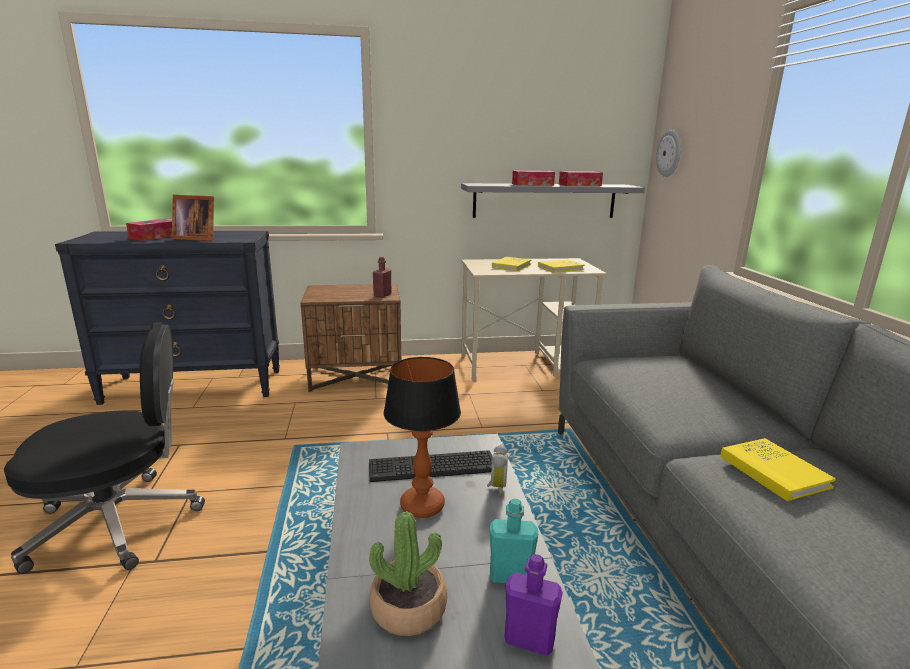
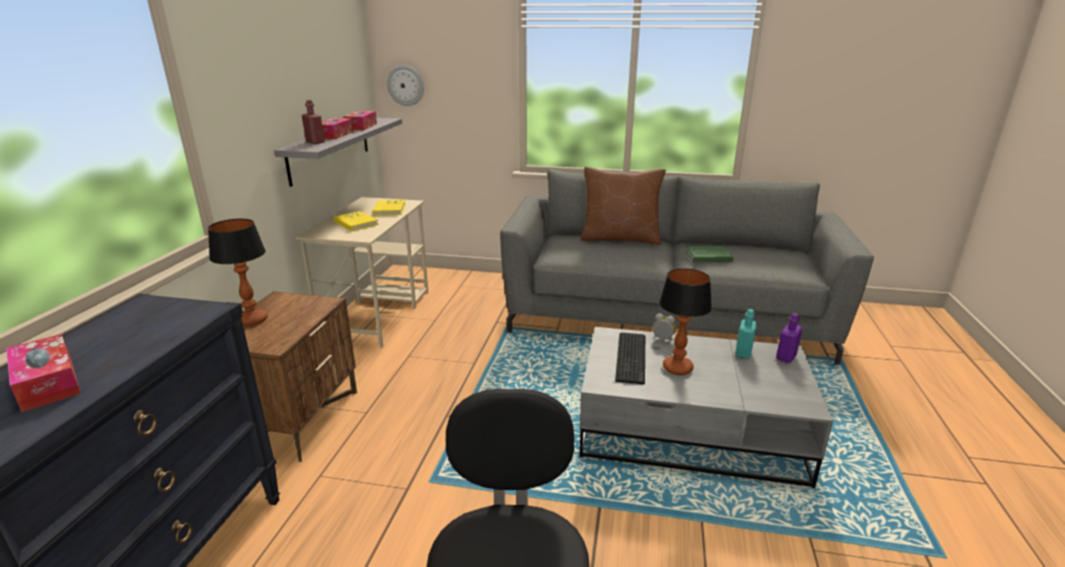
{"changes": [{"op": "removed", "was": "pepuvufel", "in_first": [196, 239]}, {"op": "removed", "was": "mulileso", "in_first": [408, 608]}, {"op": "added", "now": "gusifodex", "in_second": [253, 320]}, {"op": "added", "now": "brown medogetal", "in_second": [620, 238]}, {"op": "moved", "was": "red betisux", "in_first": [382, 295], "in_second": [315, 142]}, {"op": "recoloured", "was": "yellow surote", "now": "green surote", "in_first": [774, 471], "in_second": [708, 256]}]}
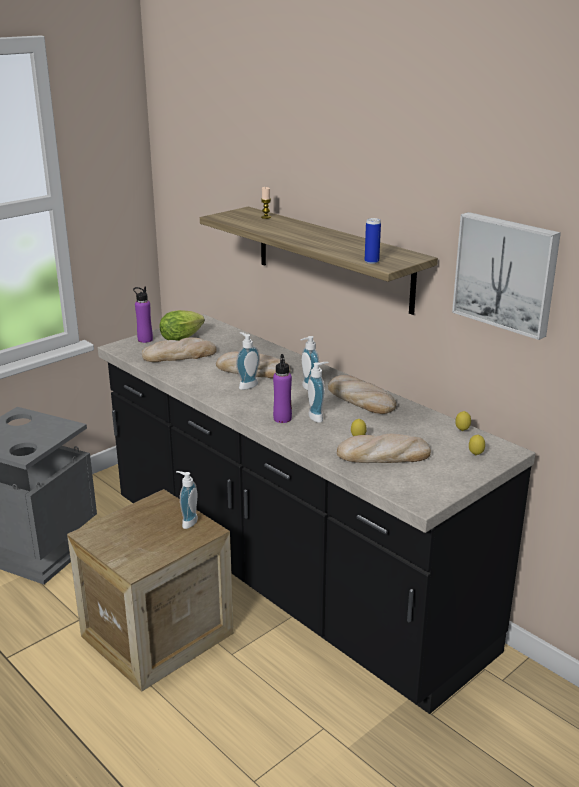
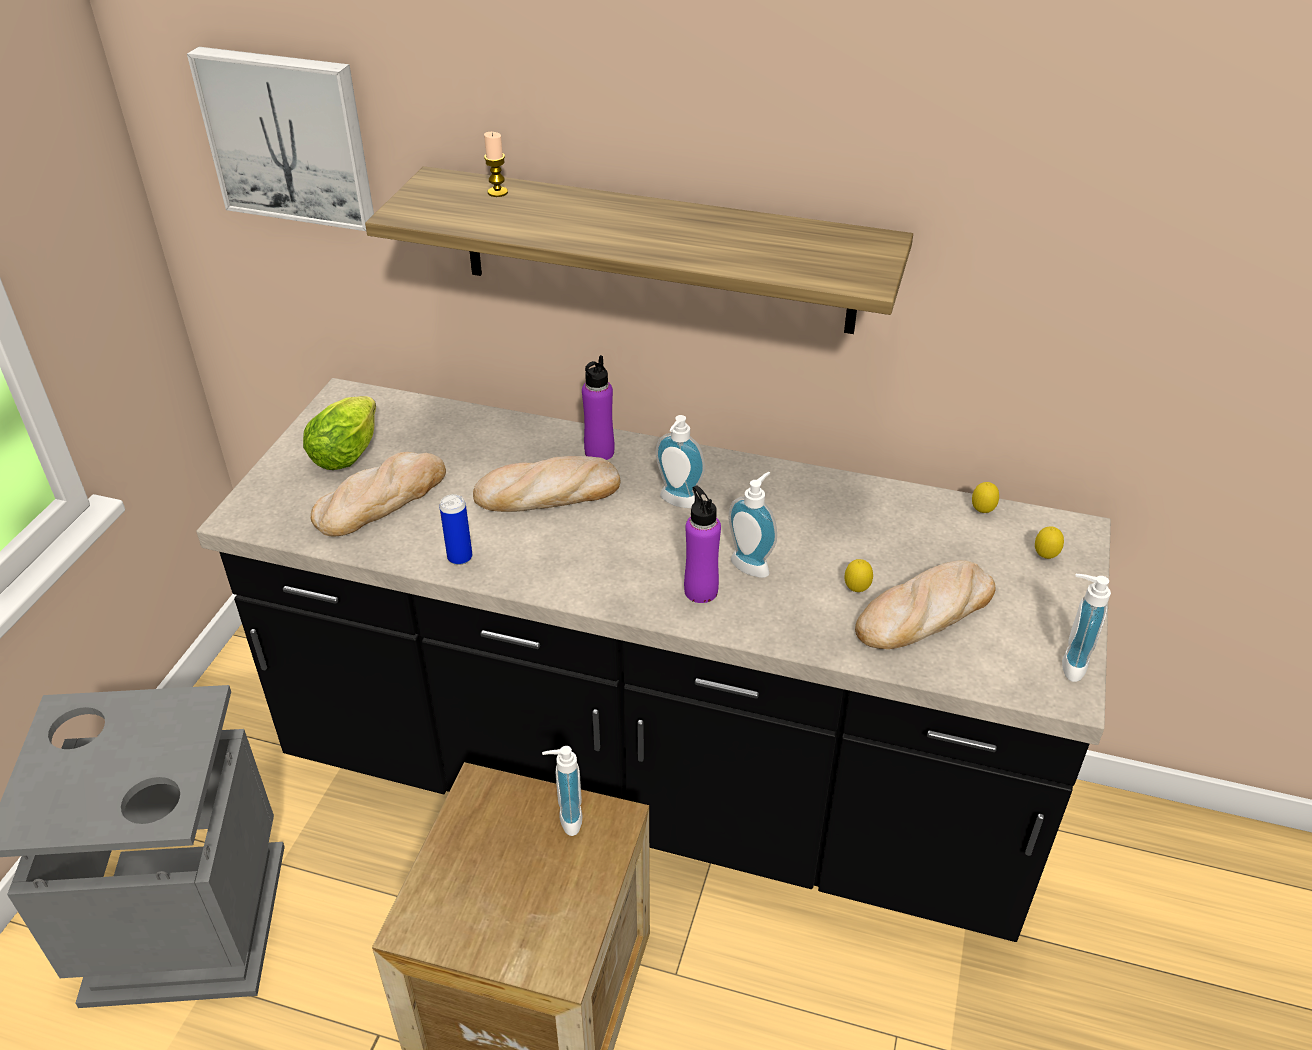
{"changes": [{"op": "removed", "was": "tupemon", "in_first": [360, 399]}, {"op": "moved", "was": "purple betisux", "in_first": [145, 339], "in_second": [599, 452]}, {"op": "moved", "was": "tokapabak", "in_first": [246, 385], "in_second": [1068, 663]}, {"op": "moved", "was": "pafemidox", "in_first": [371, 262], "in_second": [460, 557]}, {"op": "moved", "was": "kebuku", "in_first": [506, 273], "in_second": [289, 137]}]}
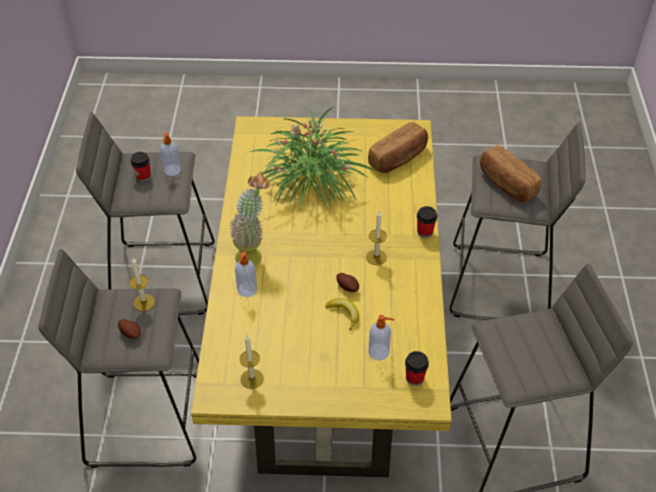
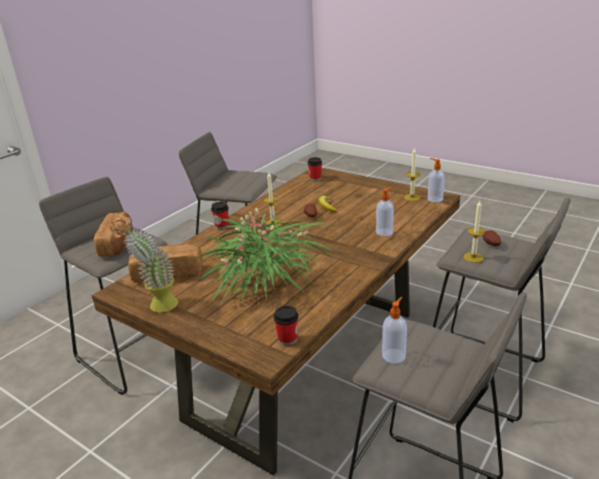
{"changes": [{"op": "moved", "was": "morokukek", "in_first": [143, 176], "in_second": [287, 339]}, {"op": "moved", "was": "mulileso", "in_first": [253, 253], "in_second": [156, 306]}, {"op": "moved", "was": "tokapabak", "in_first": [379, 352], "in_second": [434, 199]}, {"op": "recoloured", "was": "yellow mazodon", "now": "brown mazodon", "in_first": [327, 348], "in_second": [306, 365]}]}
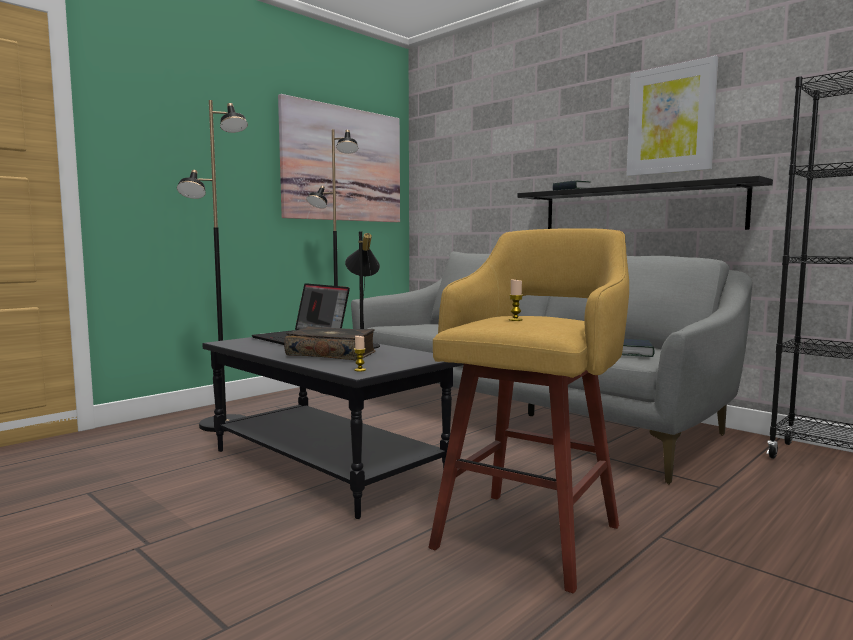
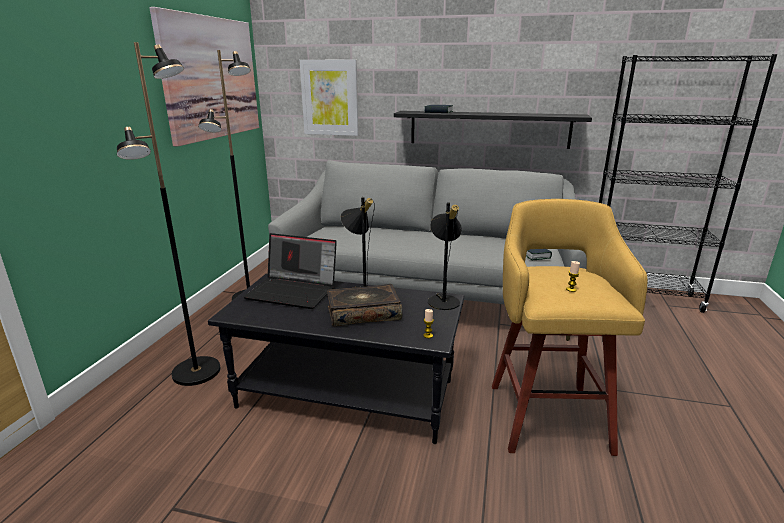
{"changes": [{"op": "added", "now": "black gusifodex", "in_second": [443, 299]}, {"op": "moved", "was": "kebuku", "in_first": [670, 120], "in_second": [330, 98]}]}
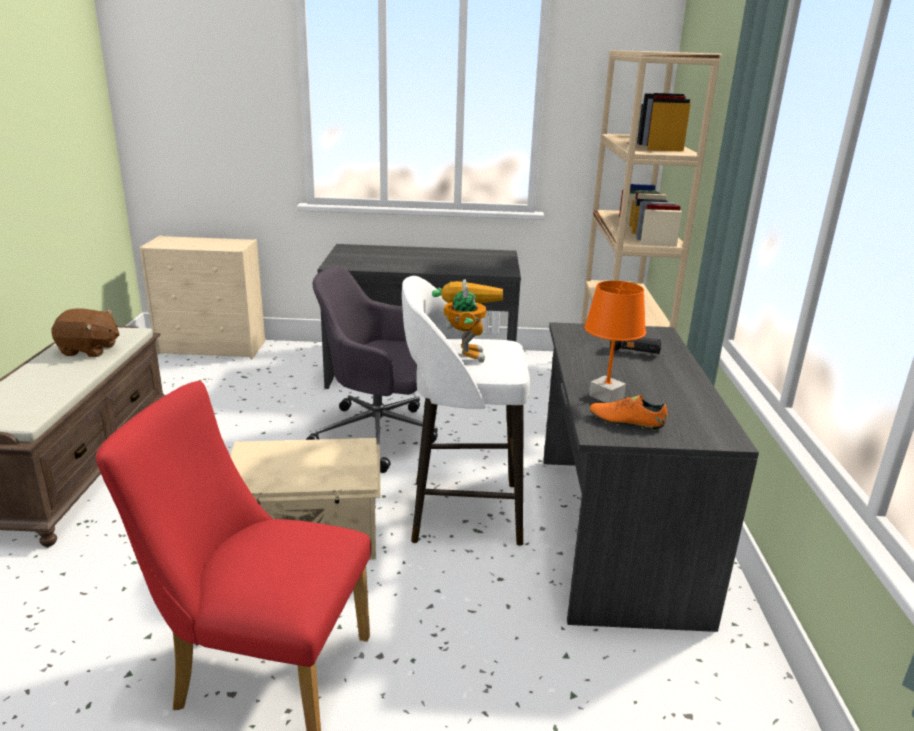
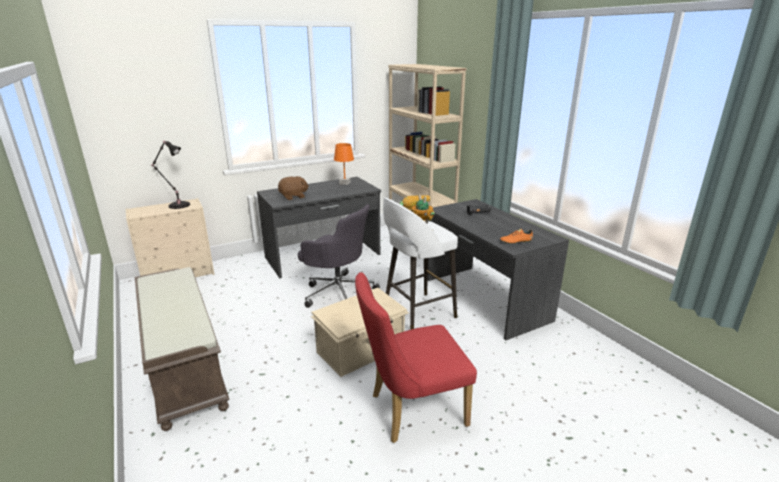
{"changes": [{"op": "added", "now": "black gusifodex", "in_second": [178, 205]}, {"op": "moved", "was": "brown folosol", "in_first": [89, 350], "in_second": [293, 197]}, {"op": "moved", "was": "orange gusifodex", "in_first": [607, 396], "in_second": [345, 183]}, {"op": "turned", "was": "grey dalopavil", "in_first": [379, 435], "in_second": [338, 292], "clockwise": -135}]}
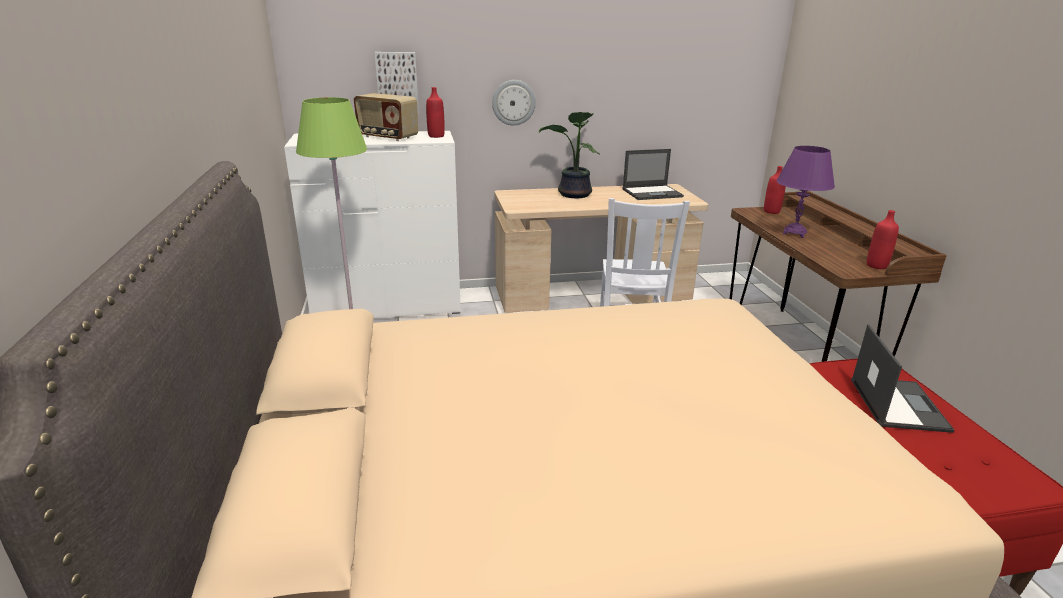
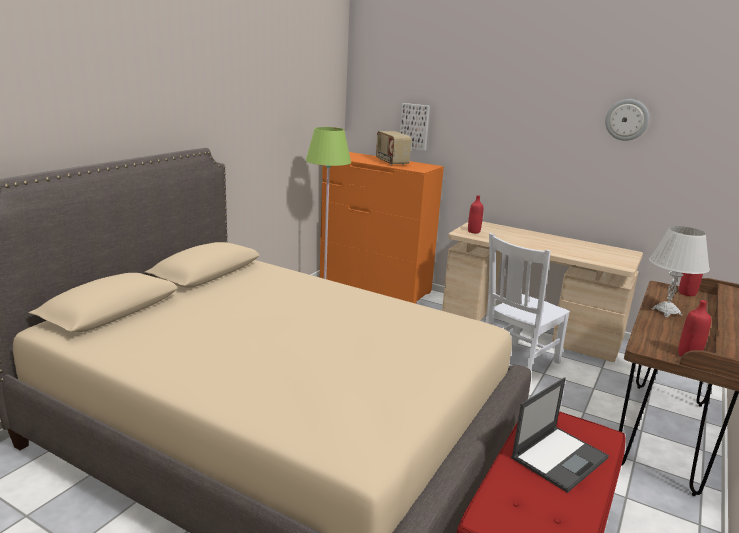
{"changes": [{"op": "removed", "was": "mulileso", "in_first": [573, 195]}, {"op": "removed", "was": "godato", "in_first": [652, 193]}, {"op": "moved", "was": "red betisux", "in_first": [436, 136], "in_second": [474, 231]}, {"op": "moved", "was": "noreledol", "in_first": [513, 102], "in_second": [627, 119]}, {"op": "recoloured", "was": "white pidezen", "now": "orange pidezen", "in_first": [388, 307], "in_second": [374, 286]}, {"op": "recoloured", "was": "purple gusifodex", "now": "white gusifodex", "in_first": [794, 233], "in_second": [666, 312]}]}
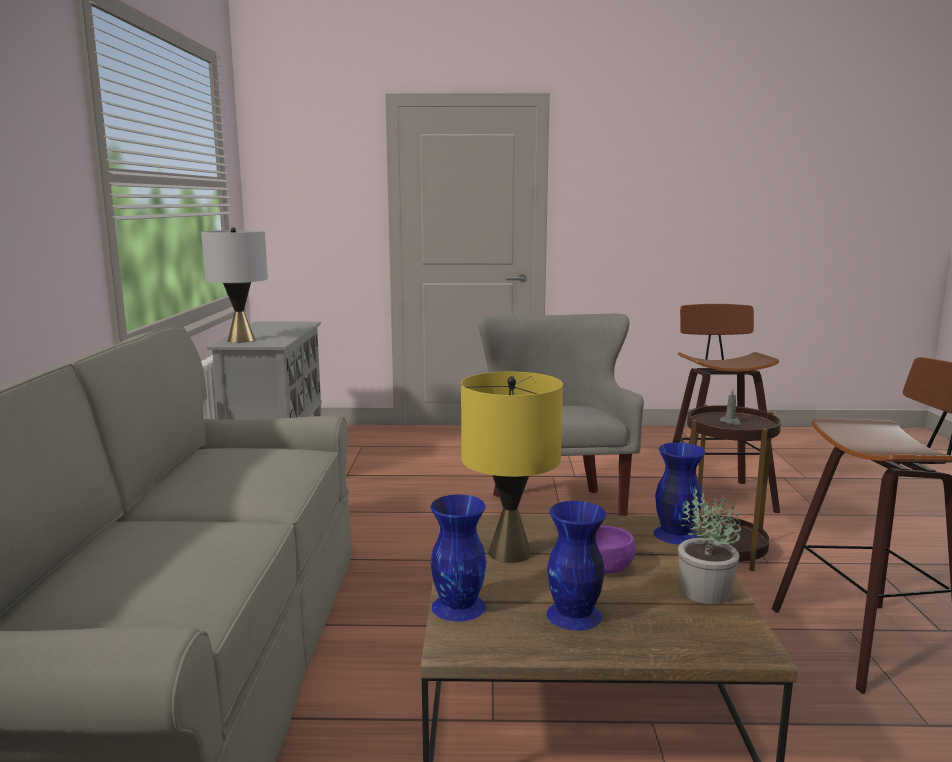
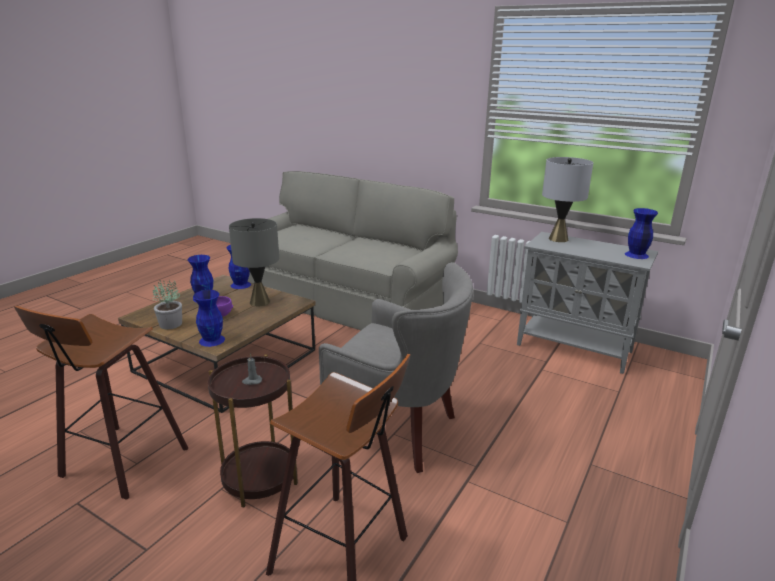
{"changes": [{"op": "added", "now": "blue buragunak", "in_second": [636, 255]}, {"op": "recoloured", "was": "yellow gusifodex", "now": "grey gusifodex", "in_first": [510, 553], "in_second": [259, 302]}]}
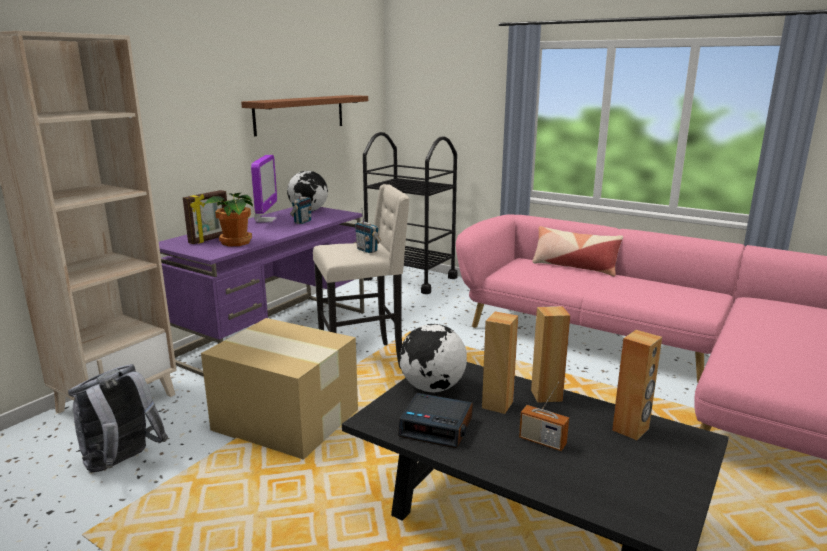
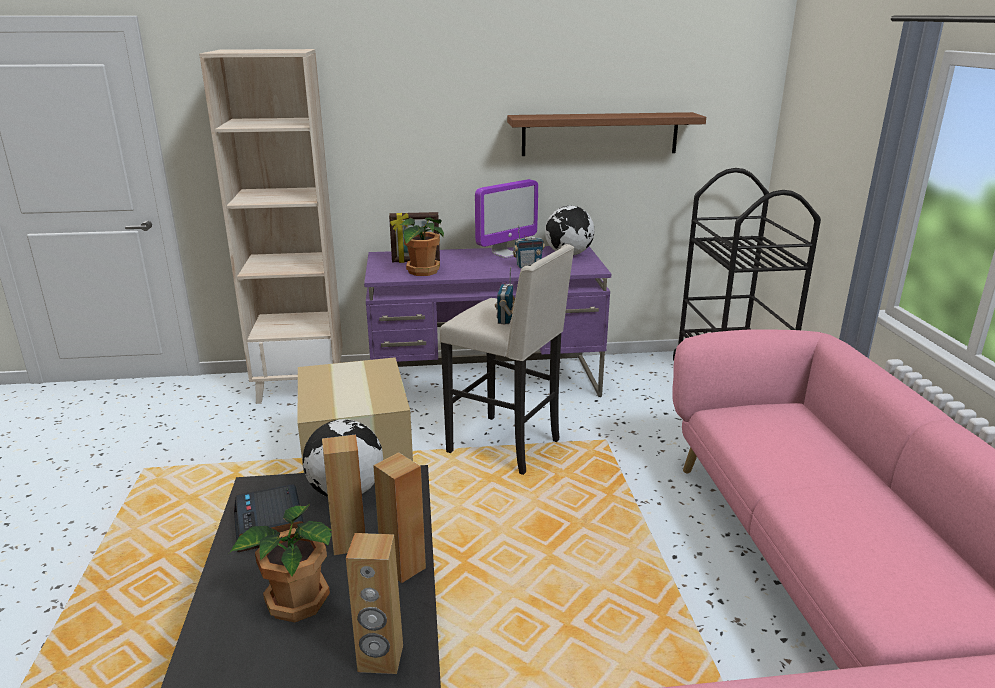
{"changes": [{"op": "removed", "was": "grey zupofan", "in_first": [122, 463]}, {"op": "removed", "was": "medogetal", "in_first": [574, 267]}, {"op": "replaced", "was": "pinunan", "now": "mulileso", "in_first": [542, 441], "in_second": [295, 601]}]}
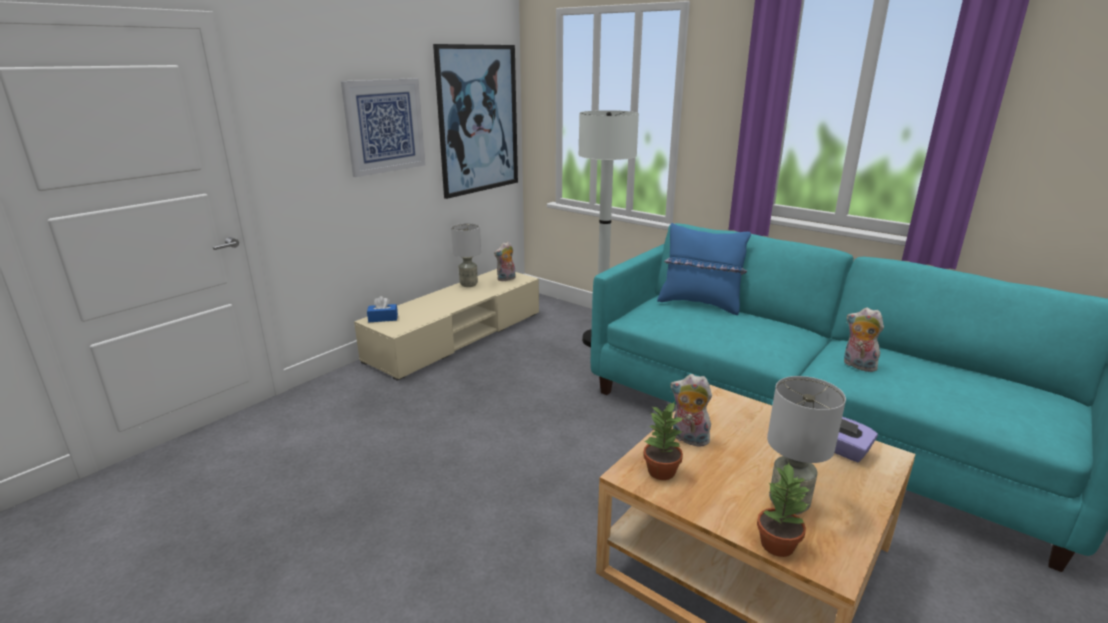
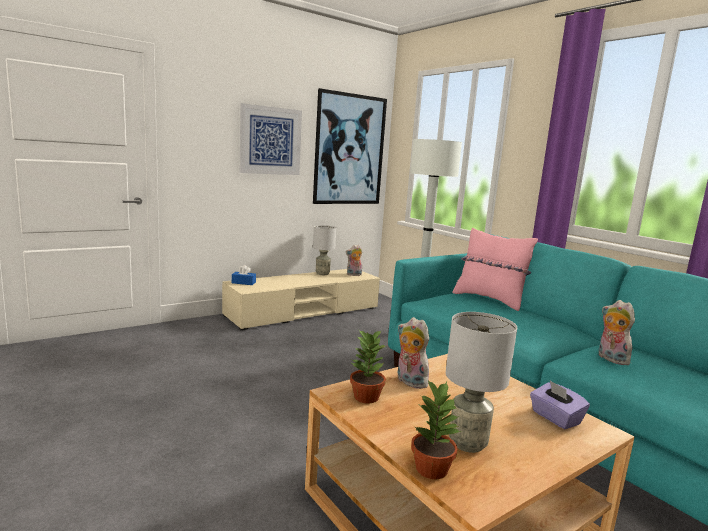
{"changes": [{"op": "recoloured", "was": "blue medogetal", "now": "pink medogetal", "in_first": [700, 304], "in_second": [489, 300]}]}
